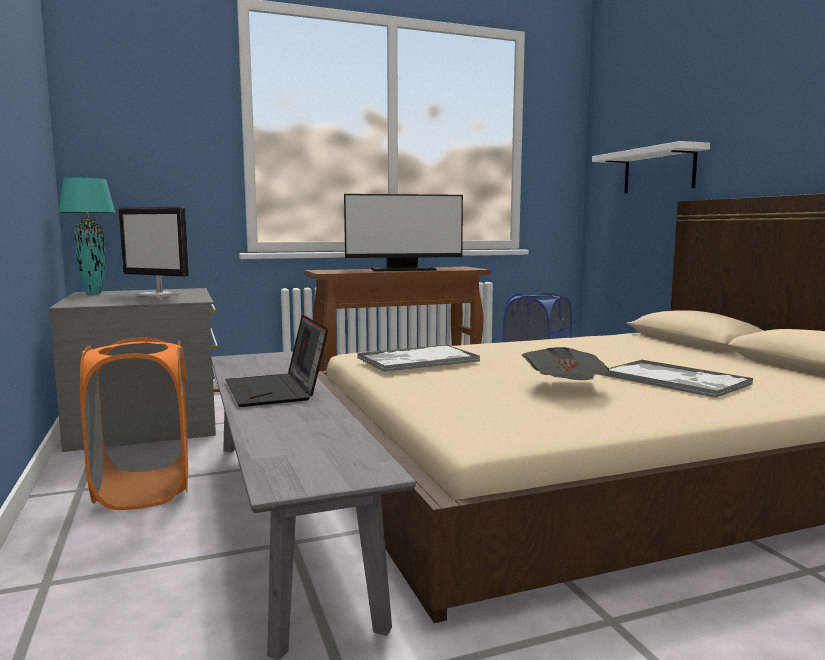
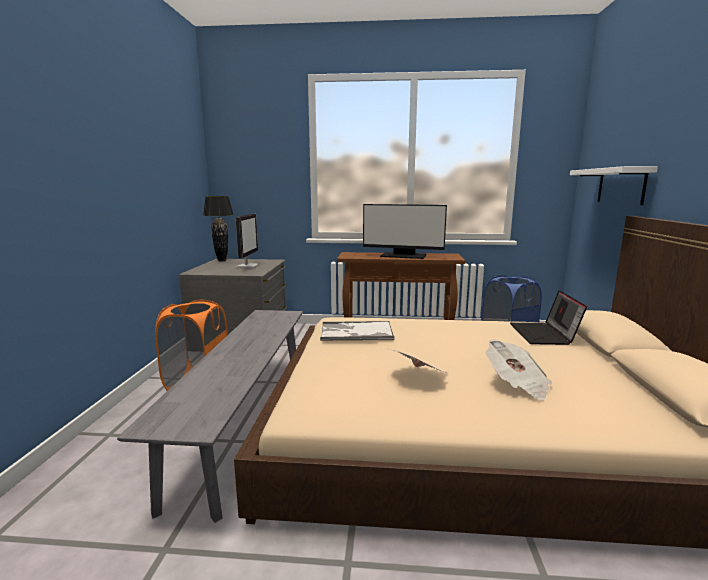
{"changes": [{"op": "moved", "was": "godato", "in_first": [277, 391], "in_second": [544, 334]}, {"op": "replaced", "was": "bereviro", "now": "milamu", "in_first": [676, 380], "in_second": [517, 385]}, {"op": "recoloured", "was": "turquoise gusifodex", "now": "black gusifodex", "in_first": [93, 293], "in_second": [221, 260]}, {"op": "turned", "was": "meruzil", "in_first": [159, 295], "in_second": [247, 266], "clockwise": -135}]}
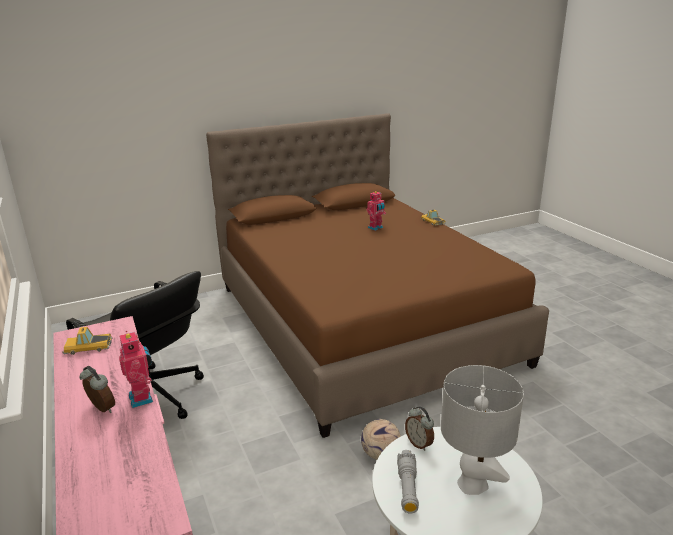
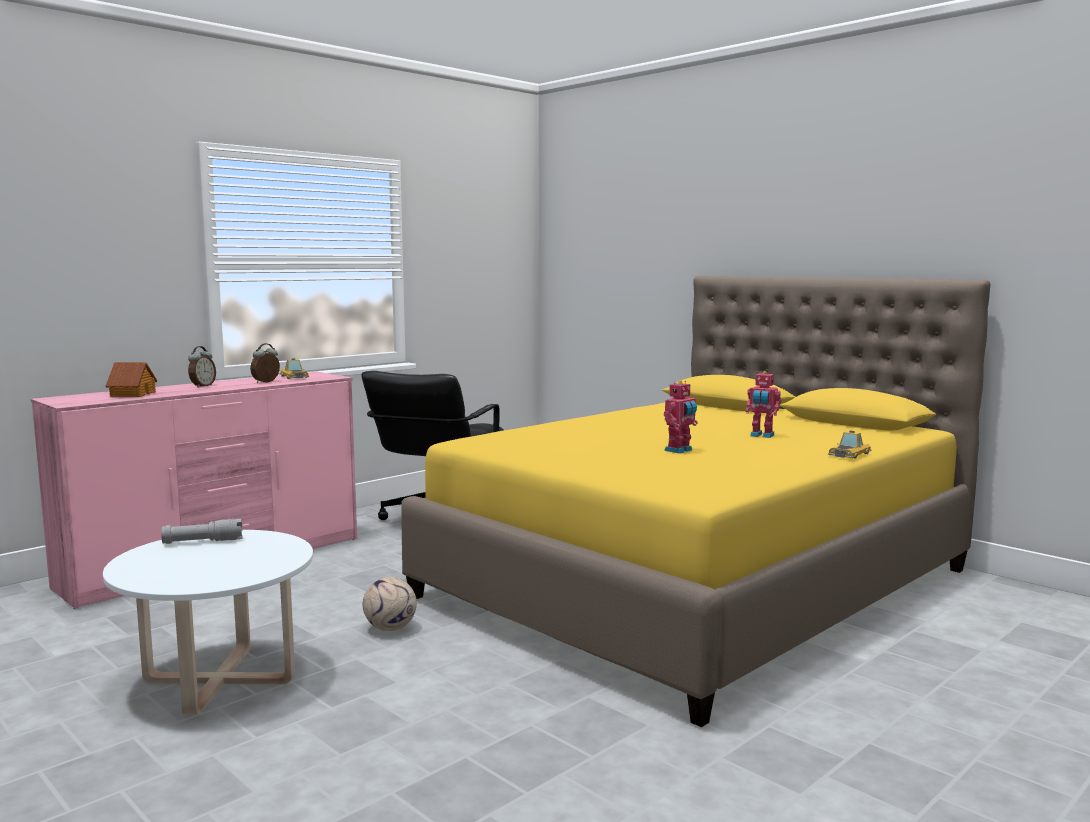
{"changes": [{"op": "removed", "was": "grey gusifodex", "in_first": [472, 484]}, {"op": "added", "now": "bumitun", "in_second": [132, 394]}, {"op": "moved", "was": "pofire", "in_first": [143, 398], "in_second": [680, 450]}, {"op": "moved", "was": "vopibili", "in_first": [419, 443], "in_second": [266, 382]}, {"op": "recoloured", "was": "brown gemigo", "now": "yellow gemigo", "in_first": [361, 323], "in_second": [698, 583]}]}
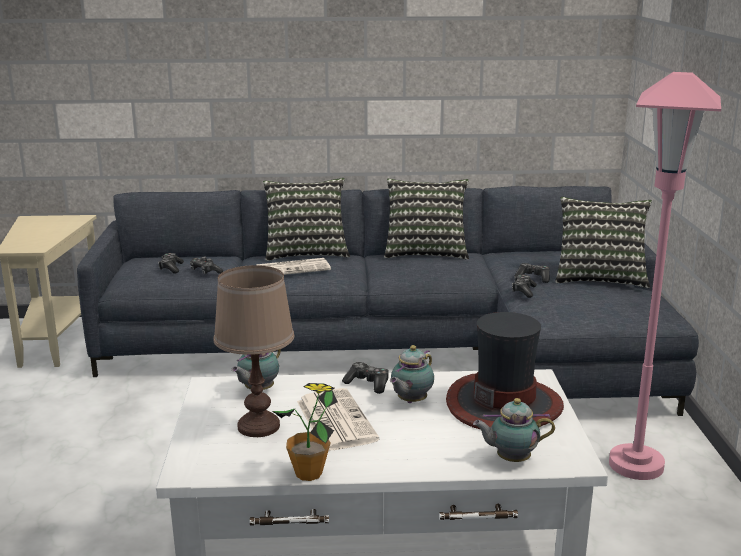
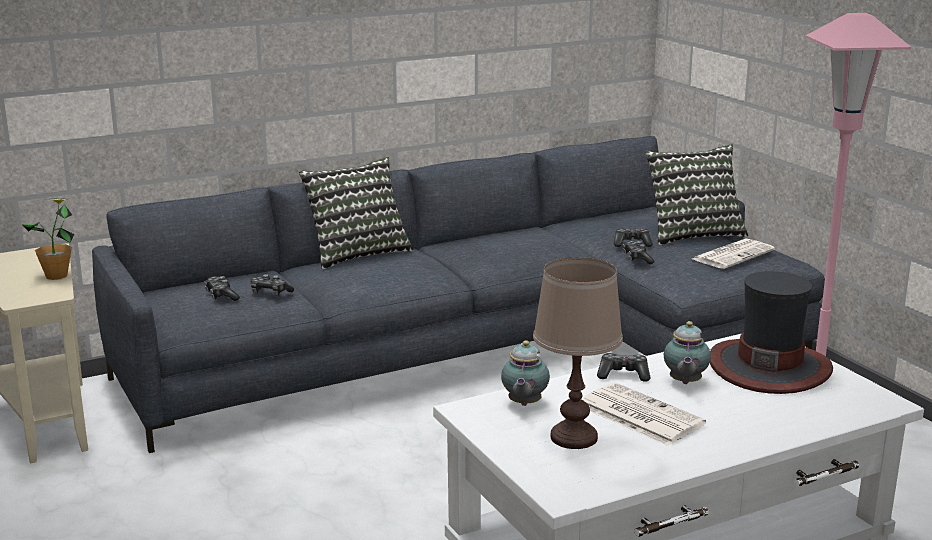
{"changes": [{"op": "removed", "was": "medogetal", "in_first": [426, 252]}, {"op": "removed", "was": "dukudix", "in_first": [510, 459]}, {"op": "moved", "was": "milamu", "in_first": [294, 268], "in_second": [733, 255]}, {"op": "moved", "was": "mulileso", "in_first": [309, 473], "in_second": [56, 276]}]}
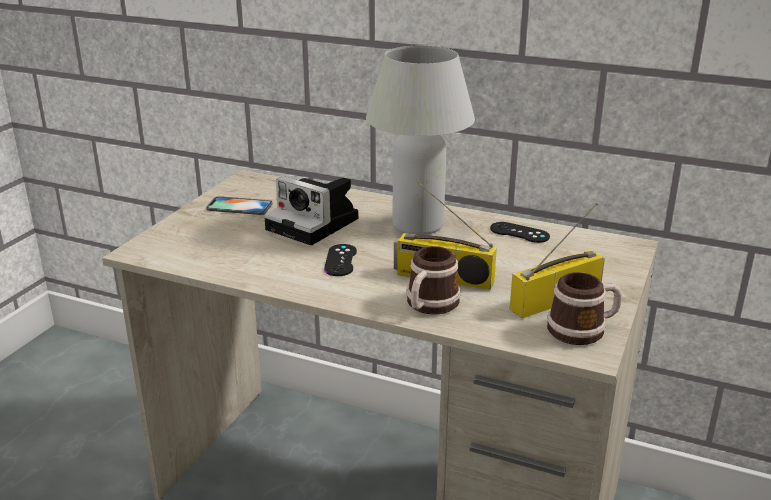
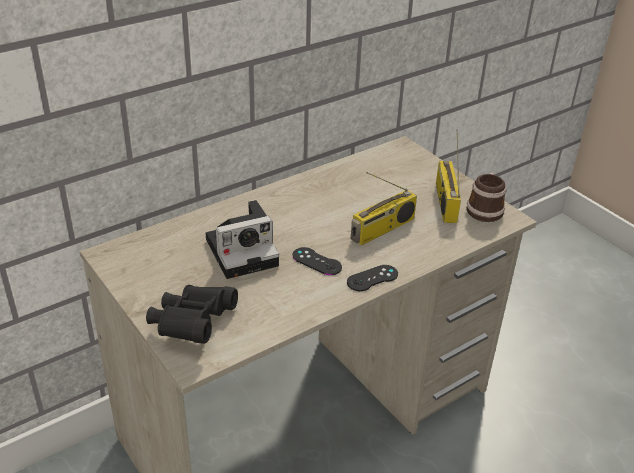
{"changes": [{"op": "removed", "was": "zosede", "in_first": [239, 206]}, {"op": "removed", "was": "white gusifodex", "in_first": [418, 225]}, {"op": "removed", "was": "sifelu", "in_first": [429, 306]}, {"op": "added", "now": "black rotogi", "in_second": [192, 324]}, {"op": "moved", "was": "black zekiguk", "in_first": [519, 233], "in_second": [372, 278]}]}
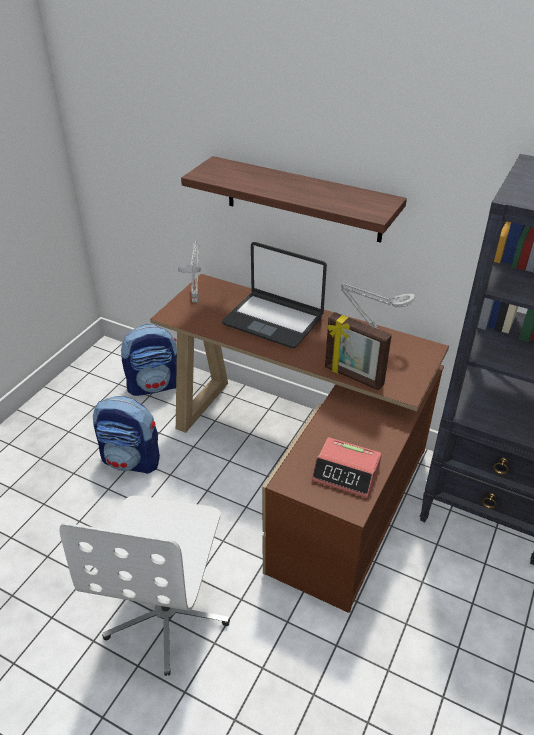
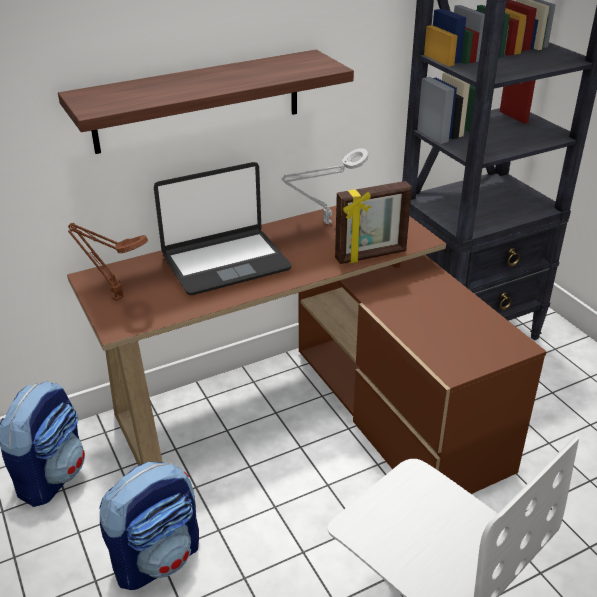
{"changes": [{"op": "removed", "was": "vopibili", "in_first": [346, 473]}, {"op": "recoloured", "was": "grey gusifodex", "now": "brown gusifodex", "in_first": [195, 300], "in_second": [115, 297]}]}
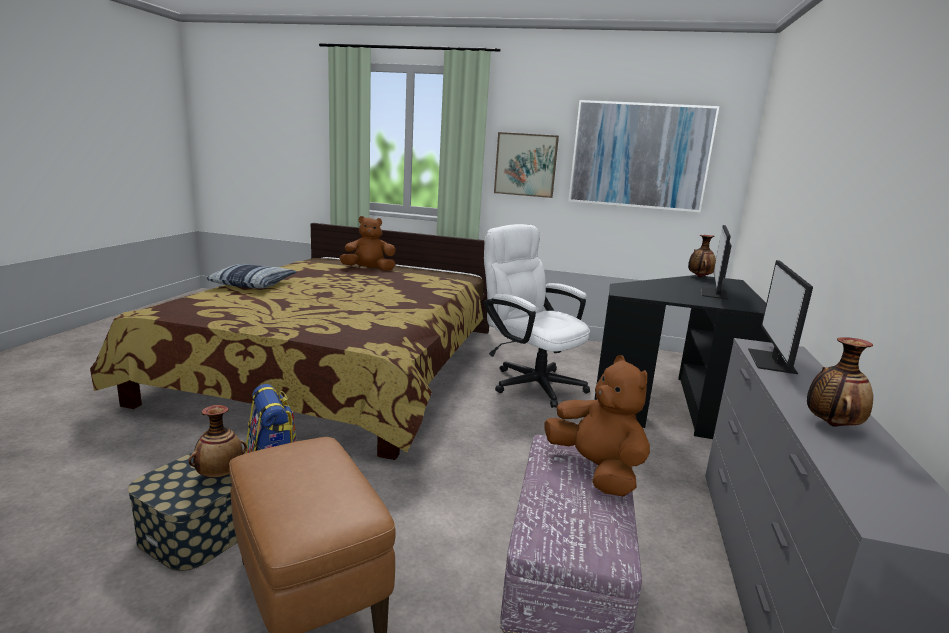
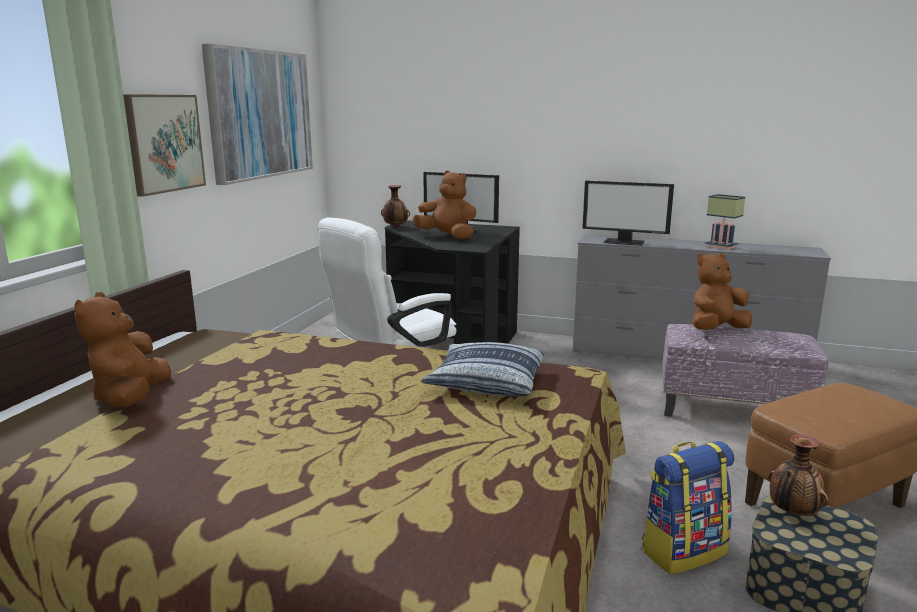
{"changes": [{"op": "added", "now": "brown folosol", "in_second": [447, 237]}, {"op": "moved", "was": "medogetal", "in_first": [254, 284], "in_second": [486, 382]}, {"op": "replaced", "was": "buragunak", "now": "gusifodex", "in_first": [831, 425], "in_second": [719, 246]}]}
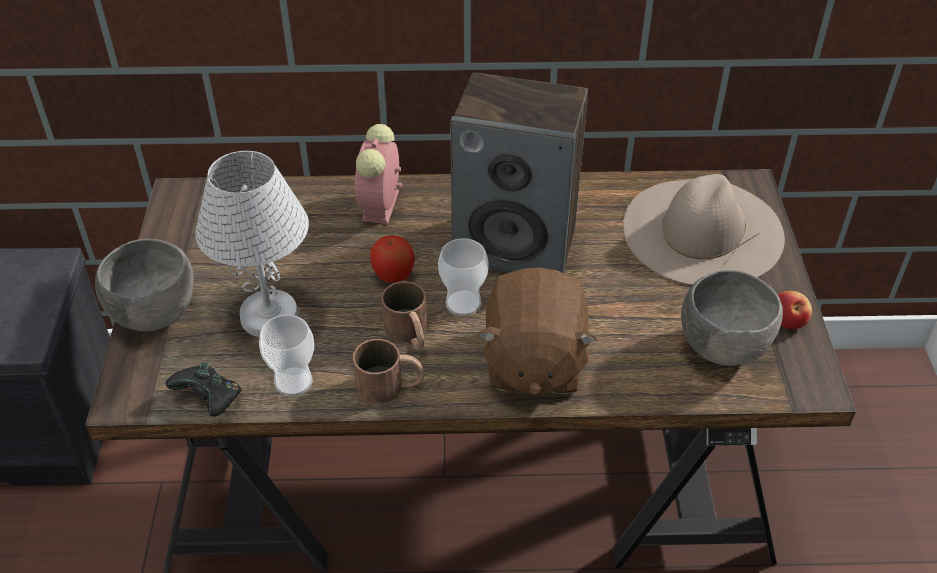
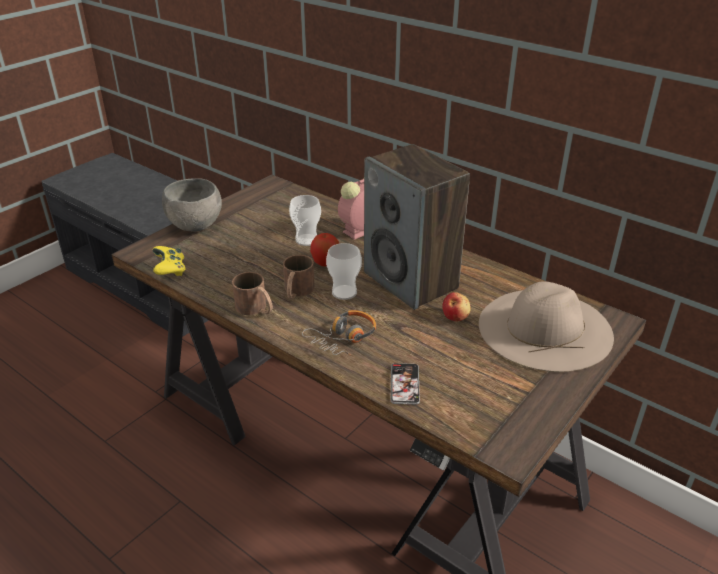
{"changes": [{"op": "removed", "was": "white gusifodex", "in_first": [268, 315]}, {"op": "removed", "was": "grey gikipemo", "in_first": [723, 348]}, {"op": "added", "now": "zosede", "in_second": [404, 384]}, {"op": "moved", "was": "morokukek", "in_first": [293, 381], "in_second": [306, 240]}, {"op": "moved", "was": "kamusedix", "in_first": [787, 320], "in_second": [455, 316]}, {"op": "replaced", "was": "brown folosol", "now": "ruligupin", "in_first": [533, 362], "in_second": [343, 338]}, {"op": "recoloured", "was": "black zekiguk", "now": "yellow zekiguk", "in_first": [210, 400], "in_second": [170, 271]}]}
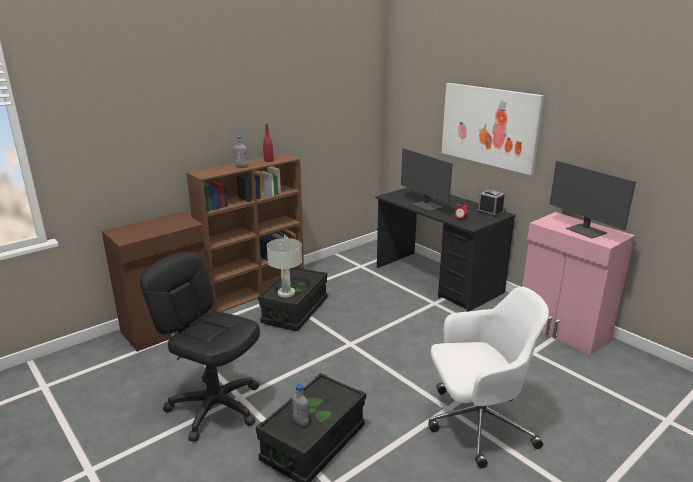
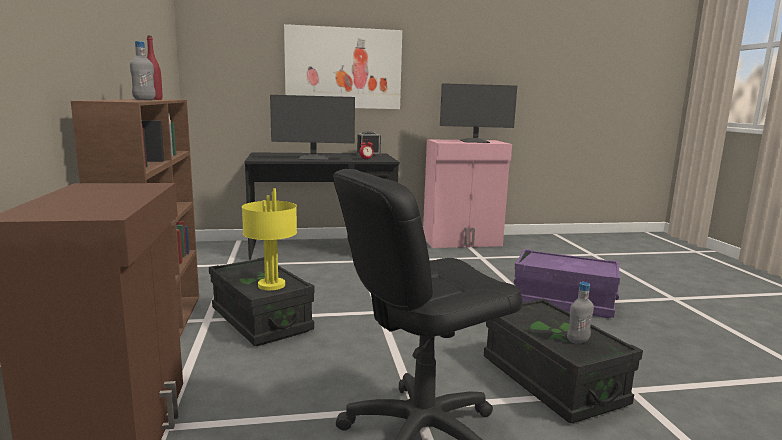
{"changes": [{"op": "replaced", "was": "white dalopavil", "now": "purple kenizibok", "in_first": [476, 423], "in_second": [563, 301]}, {"op": "recoloured", "was": "grey gusifodex", "now": "yellow gusifodex", "in_first": [285, 293], "in_second": [271, 285]}]}
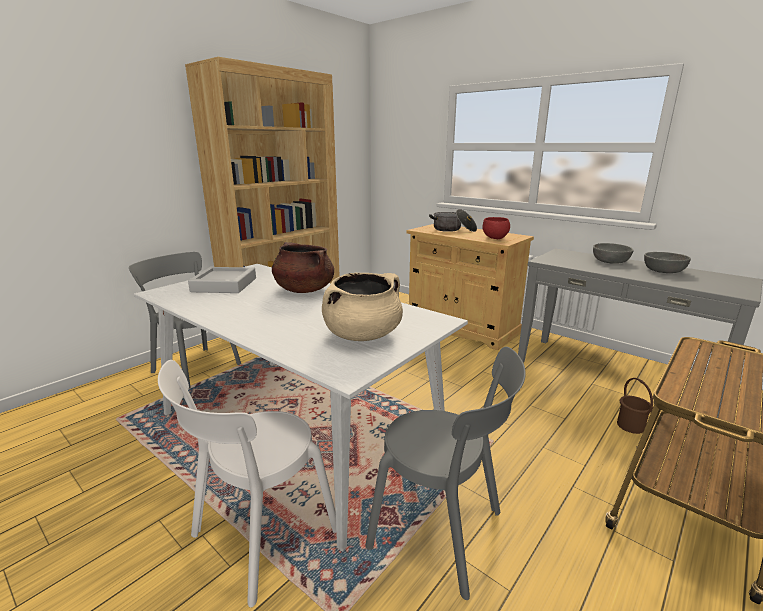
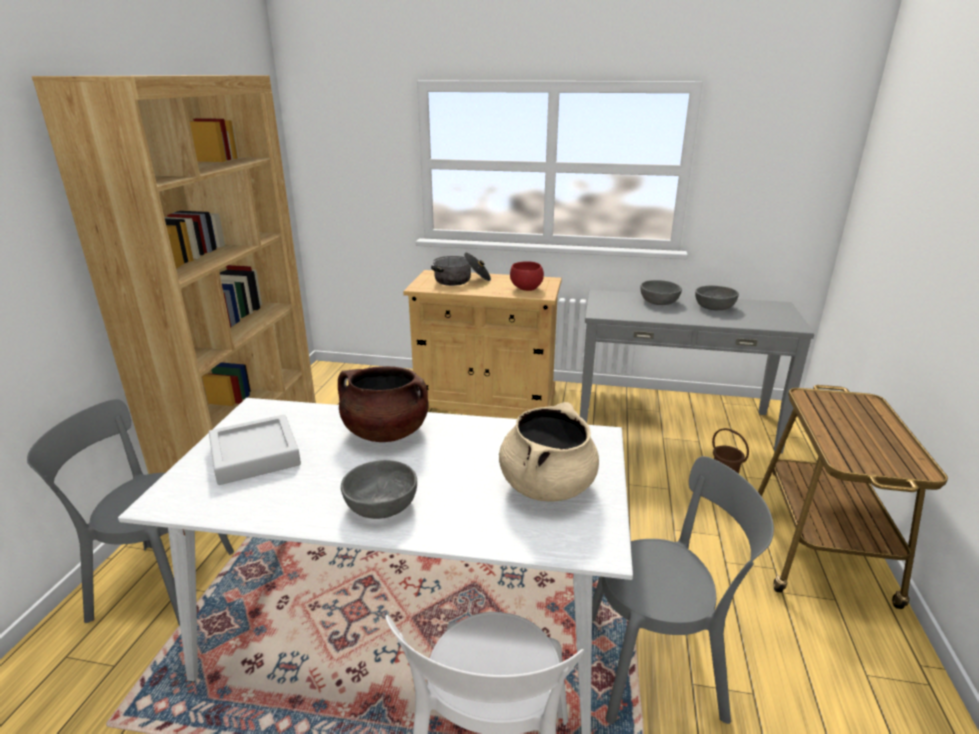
{"changes": [{"op": "added", "now": "grey gikipemo", "in_second": [381, 504]}]}
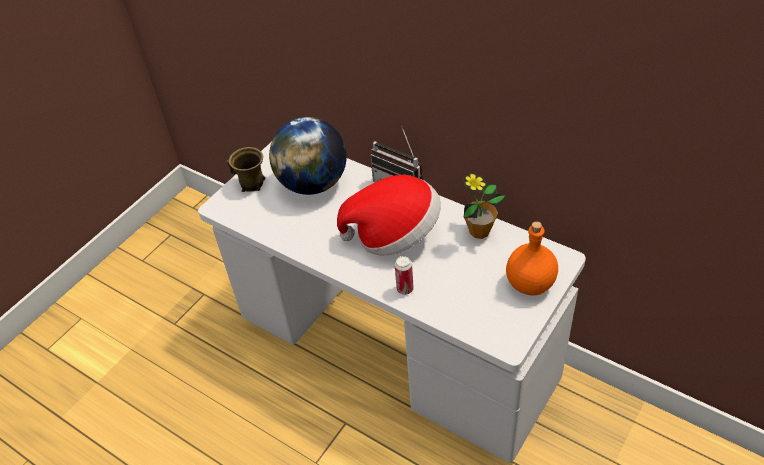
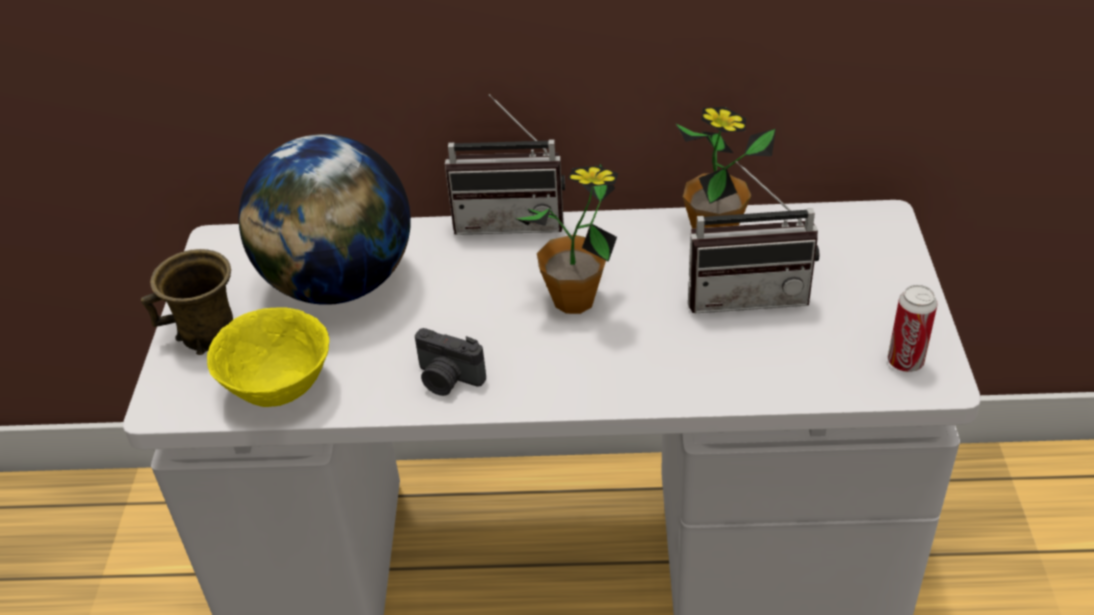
{"changes": [{"op": "removed", "was": "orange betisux", "in_first": [529, 283]}, {"op": "added", "now": "yellow gikipemo", "in_second": [280, 390]}, {"op": "added", "now": "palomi", "in_second": [447, 380]}, {"op": "added", "now": "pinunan", "in_second": [747, 293]}, {"op": "moved", "was": "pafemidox", "in_first": [405, 289], "in_second": [905, 362]}, {"op": "replaced", "was": "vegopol", "now": "mulileso", "in_first": [394, 234], "in_second": [574, 300]}]}
